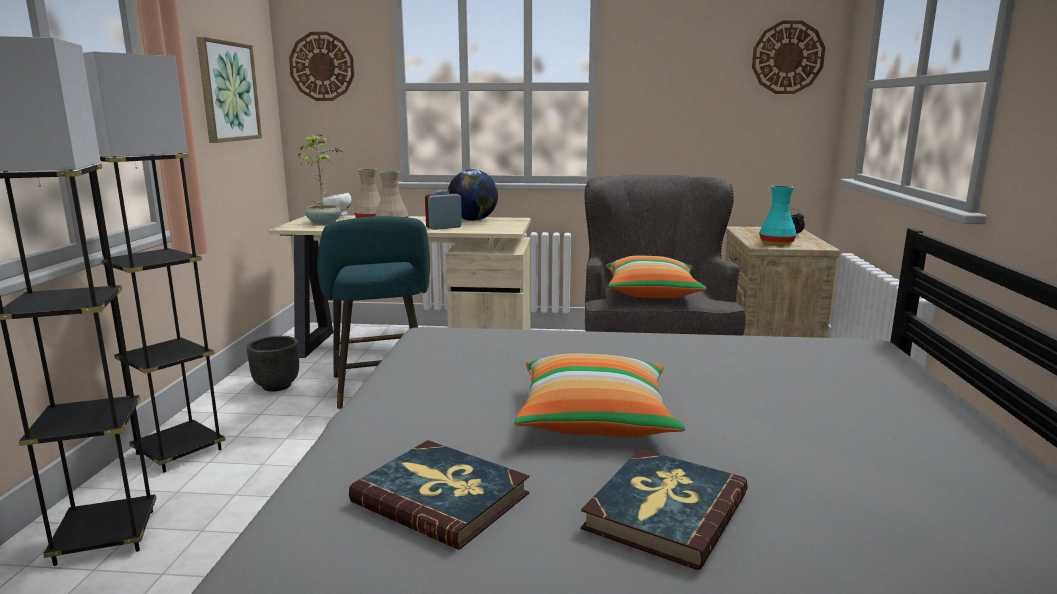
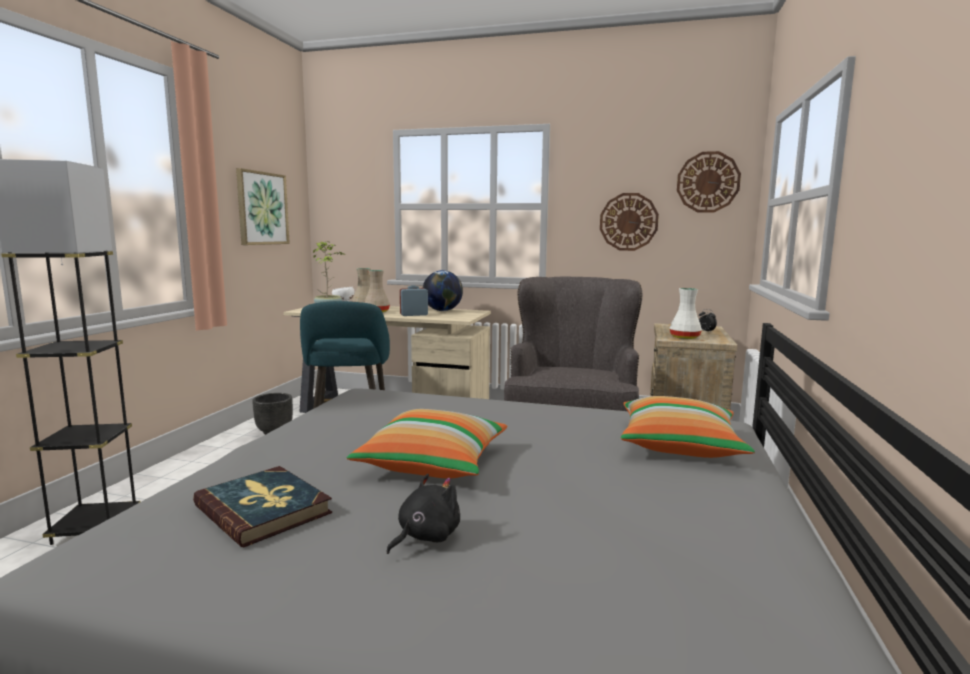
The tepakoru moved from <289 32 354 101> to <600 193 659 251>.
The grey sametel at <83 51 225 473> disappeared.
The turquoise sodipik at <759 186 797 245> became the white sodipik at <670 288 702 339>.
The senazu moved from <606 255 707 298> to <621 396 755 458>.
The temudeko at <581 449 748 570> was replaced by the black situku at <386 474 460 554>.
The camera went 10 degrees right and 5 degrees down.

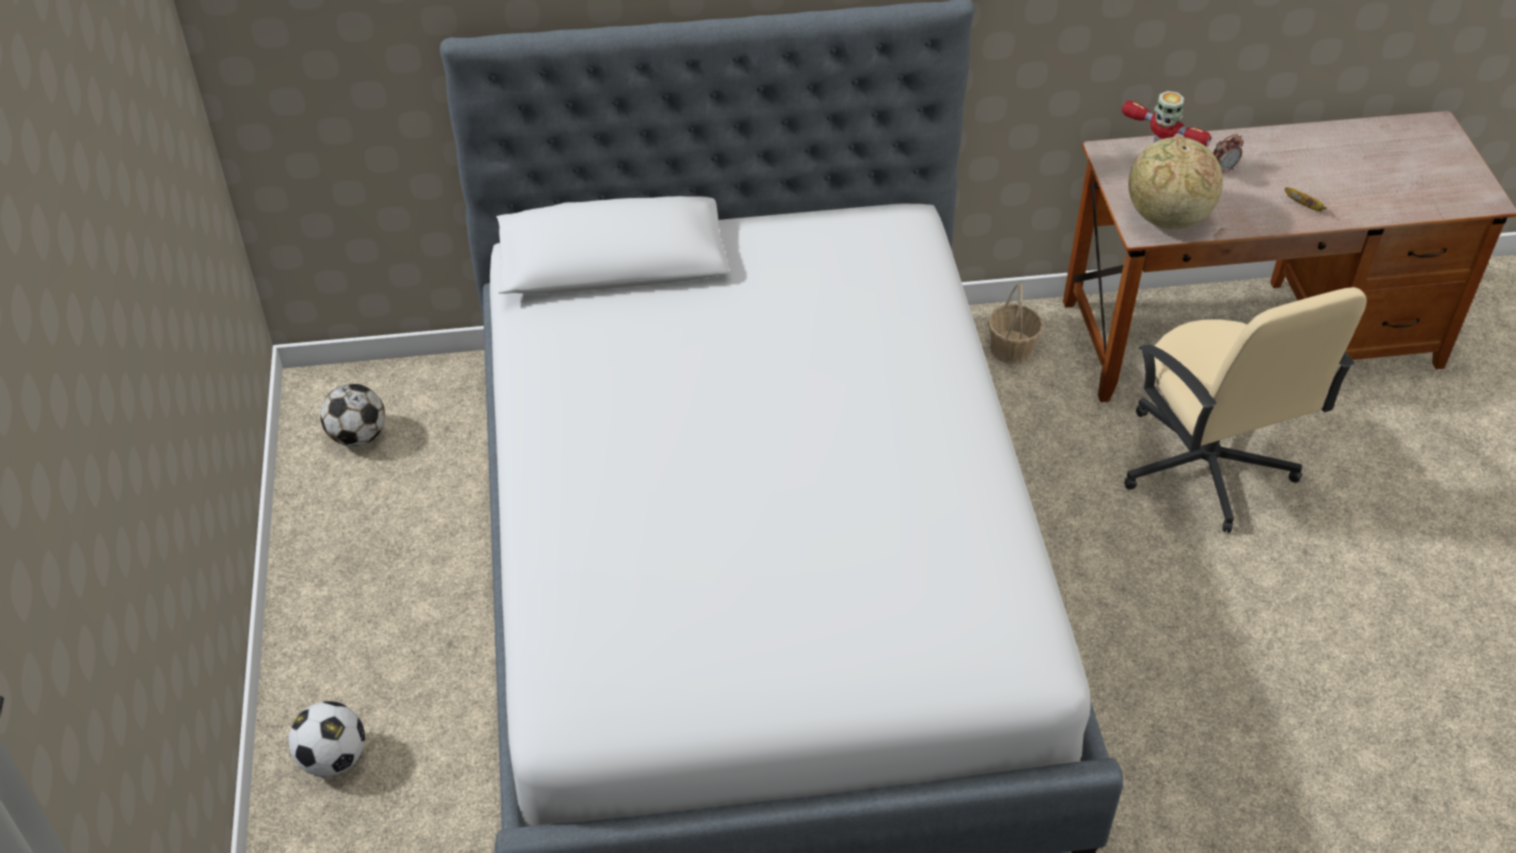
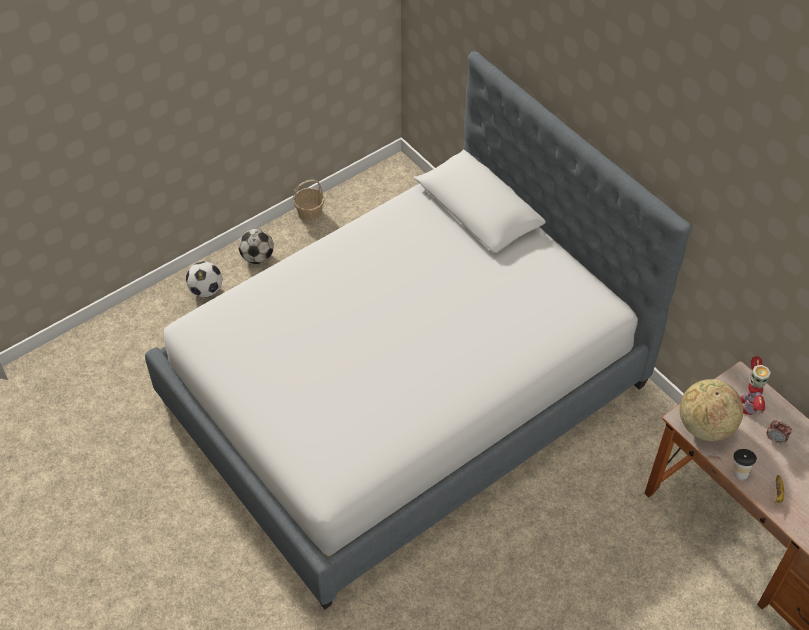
The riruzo moved from <988 283 1044 364> to <293 180 325 222>.
The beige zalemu at <1124 287 1367 533> disappeared.
The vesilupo moved from <320 384 385 447> to <239 229 274 264>.
The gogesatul at <733 449 757 480> appeared.
The camera went 60 degrees right and 5 degrees up.

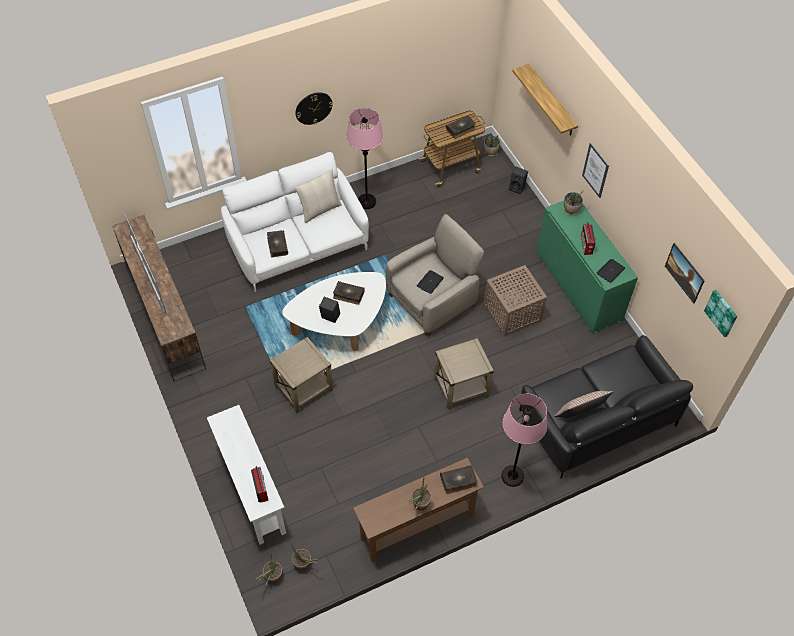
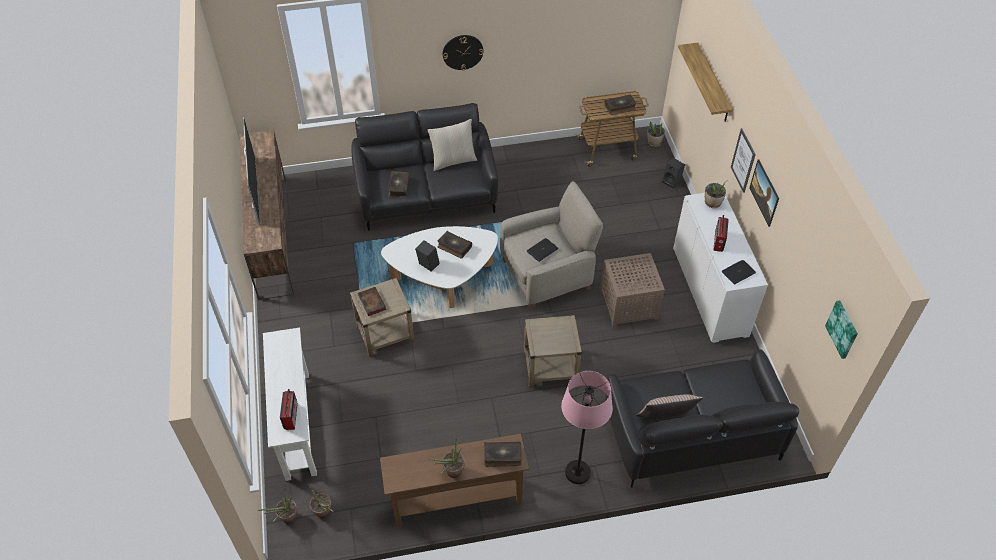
The pink sametel at <346 108 383 209> disappeared.
The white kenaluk at <221 152 369 292> became the black kenaluk at <352 103 498 231>.
The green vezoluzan at <537 201 638 333> became the white vezoluzan at <673 193 768 343>.
The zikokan moved from <665 243 704 303> to <749 159 779 227>.
The temudeko at <358 287 386 316> appeared.
The camera went 15 degrees right and 5 degrees down.

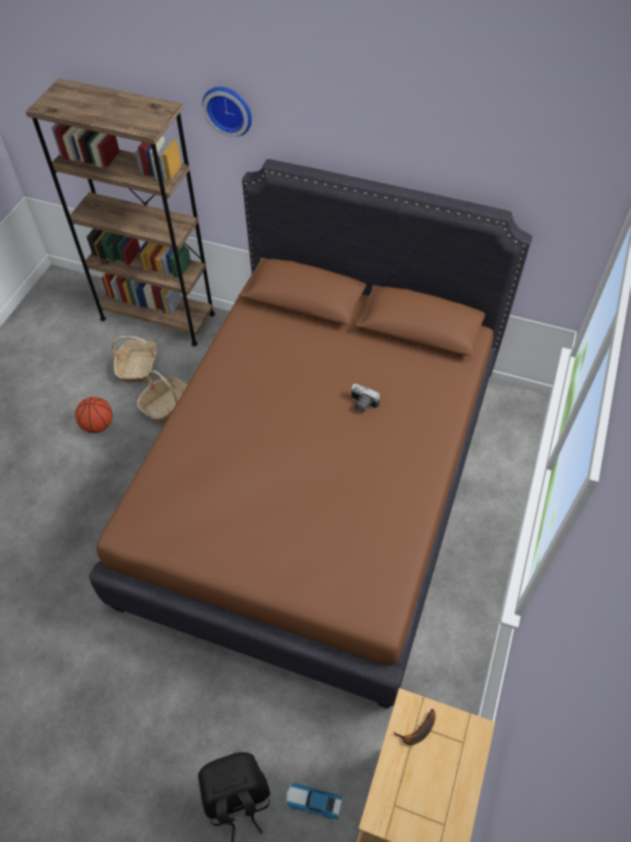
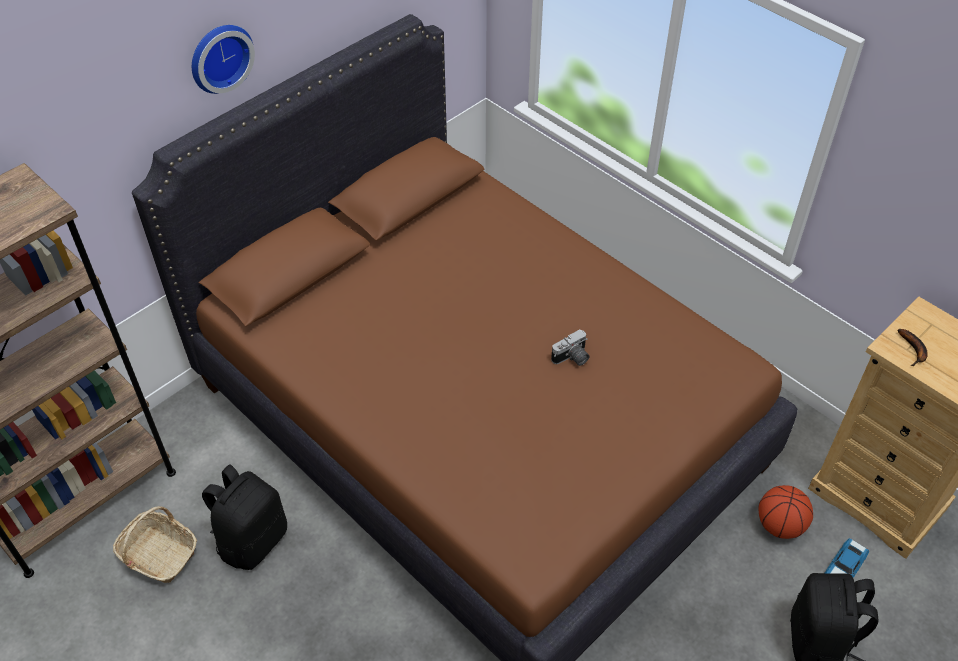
The tepakoru moved from <202 87 252 137> to <192 25 255 94>.
The riruzo at <137 370 187 424> was replaced by the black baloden at <202 464 287 570>.
The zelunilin moved from <350 384 380 413> to <551 329 589 366>.
The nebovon moved from <75 397 113 433> to <759 485 813 539>.
The camera went 65 degrees left and 5 degrees down.

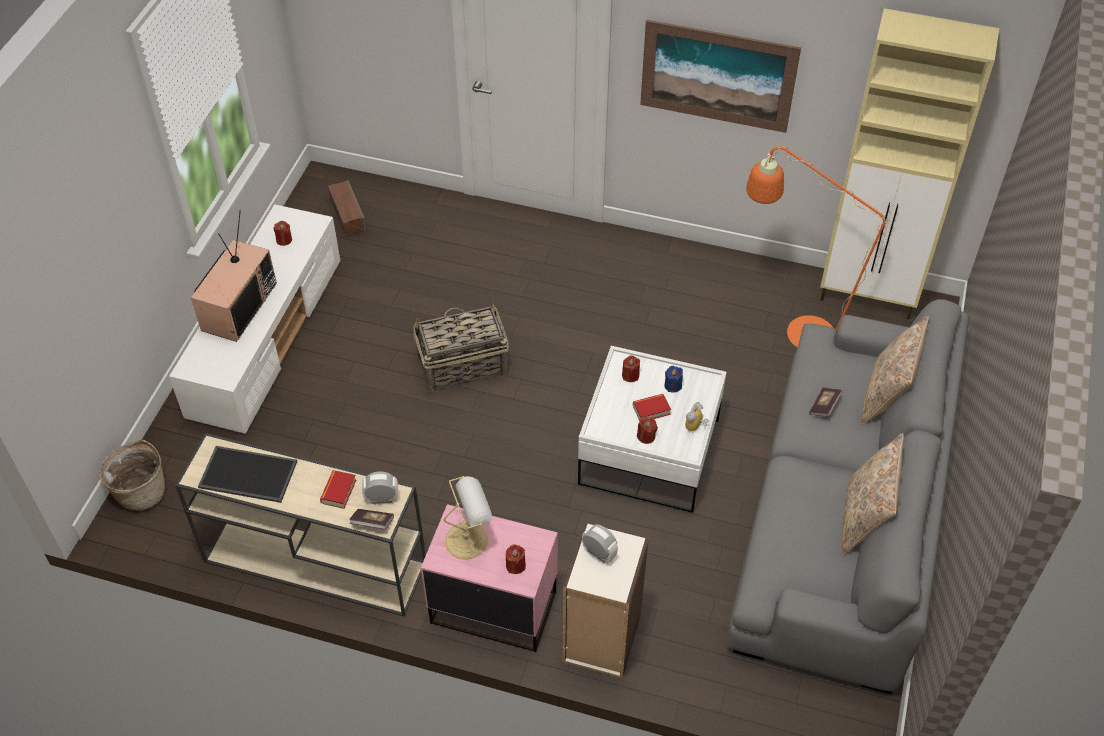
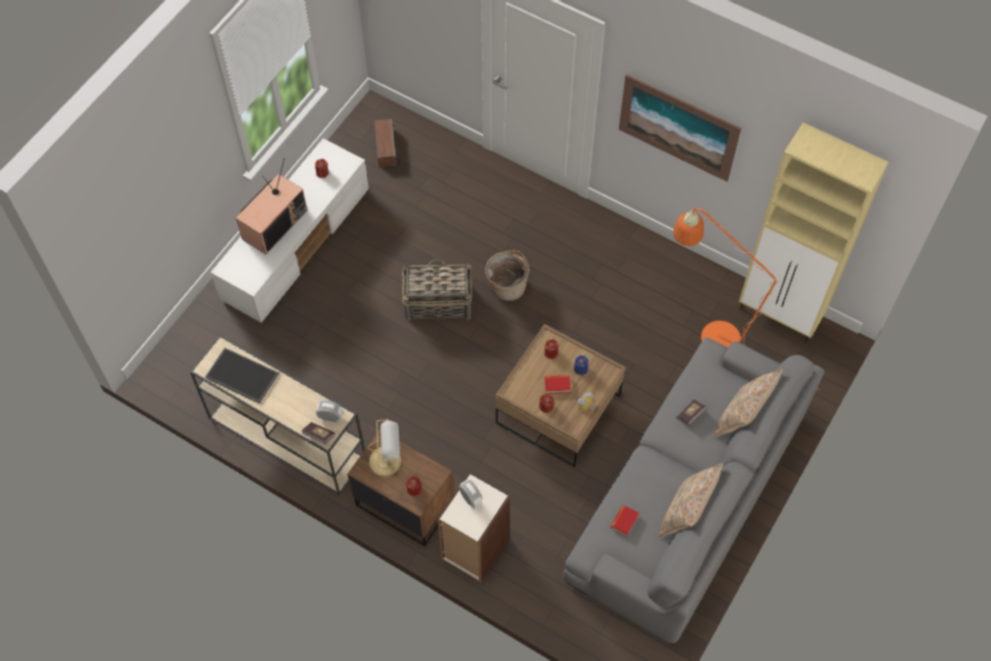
The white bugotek at <578 346 727 513> became the brown bugotek at <495 324 626 467>.
The riruzo moved from <99 440 165 511> to <485 250 529 301>.
The temudeko moved from <320 470 356 509> to <610 505 639 537>.
The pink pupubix at <421 504 558 652> became the brown pupubix at <347 430 454 546>.
The camera went 15 degrees right and 10 degrees up.

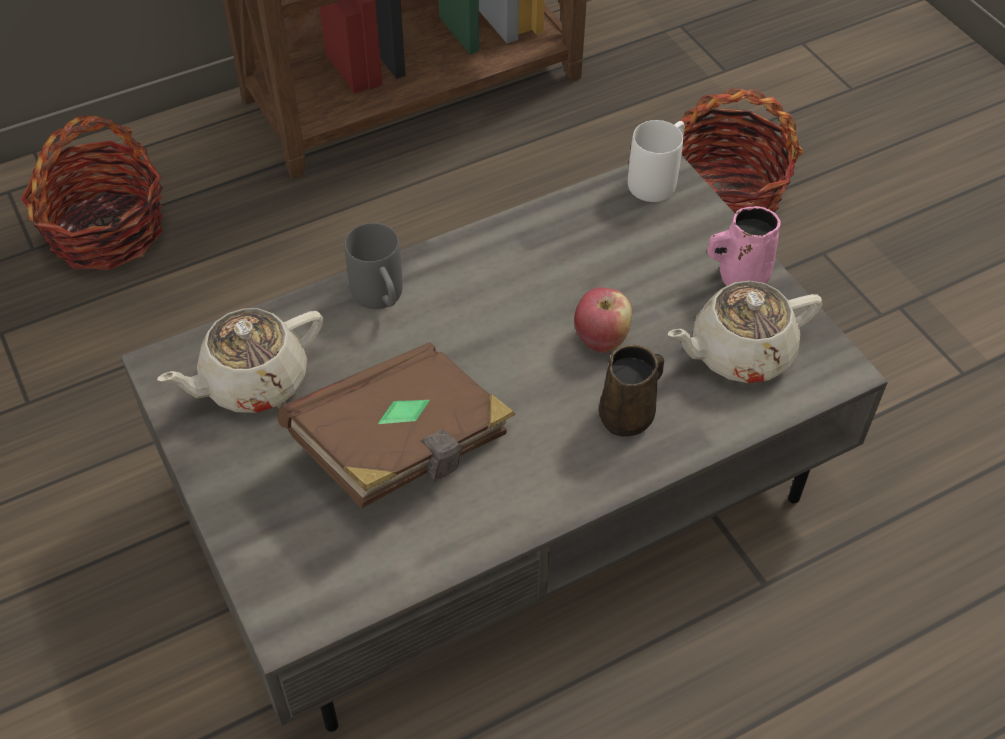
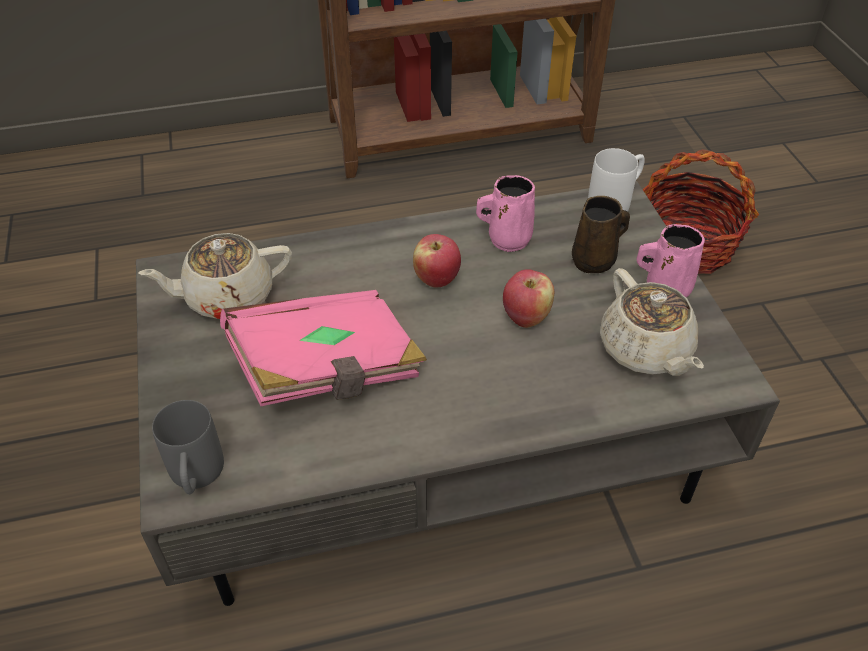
The riruzo at <21 115 163 270> disappeared.
The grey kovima moved from <345 223 403 309> to <152 400 224 494>.
The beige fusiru at <668 281 823 383> turned 105 degrees counterclockwise.
The brown temudeko at <278 342 516 508> became the pink temudeko at <220 290 427 406>.
The brown kovima moved from <599 345 664 437> to <572 196 630 273>.
The pink kovima at <476 175 535 252> appeared.
The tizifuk at <413 234 461 288> appeared.
The camera went 15 degrees right and 5 degrees down.

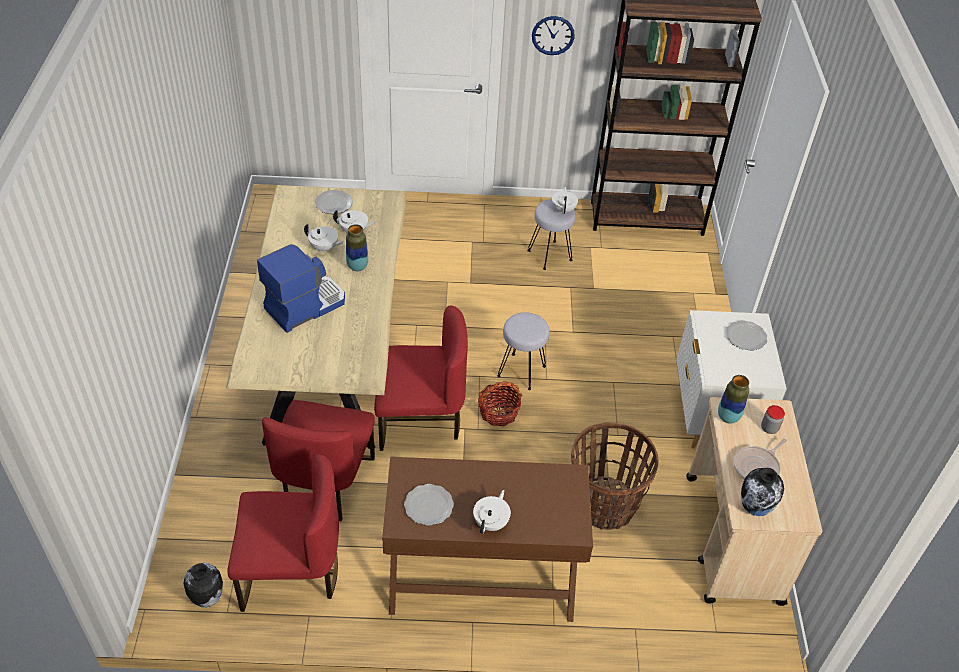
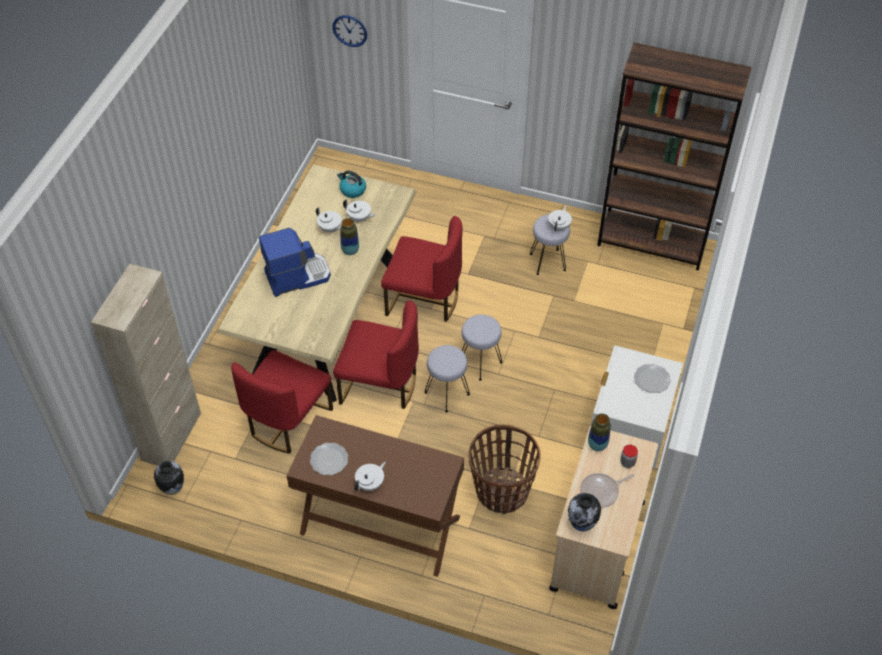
The tepakoru moved from <532 16 575 55> to <332 15 367 47>.
The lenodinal at <315 190 353 214> was replaced by the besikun at <337 170 366 198>.
The riruzo at <478 381 522 426> was replaced by the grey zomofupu at <424 345 470 412>.
The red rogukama moved from <227 454 339 612> to <381 216 463 322>.
The beige vezoluzan at <91 264 201 466> appeared.
The camera went 20 degrees right and 5 degrees up.

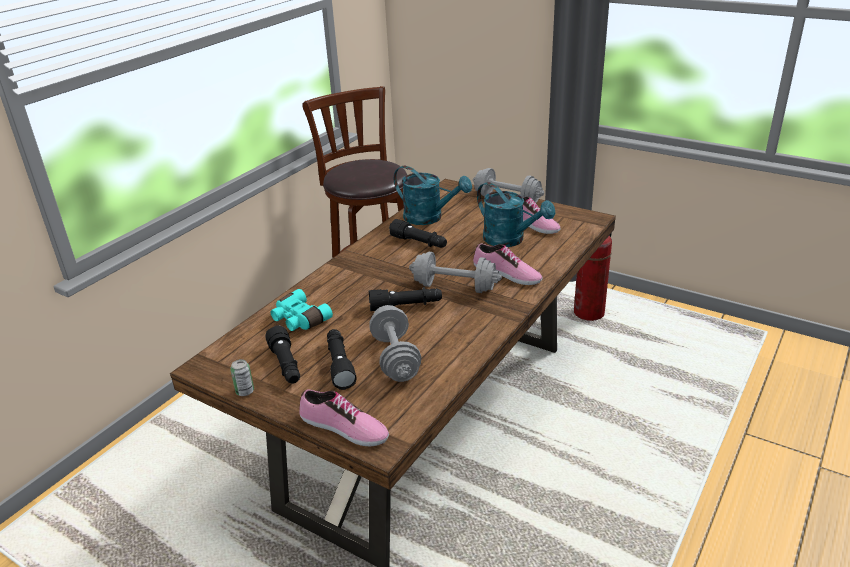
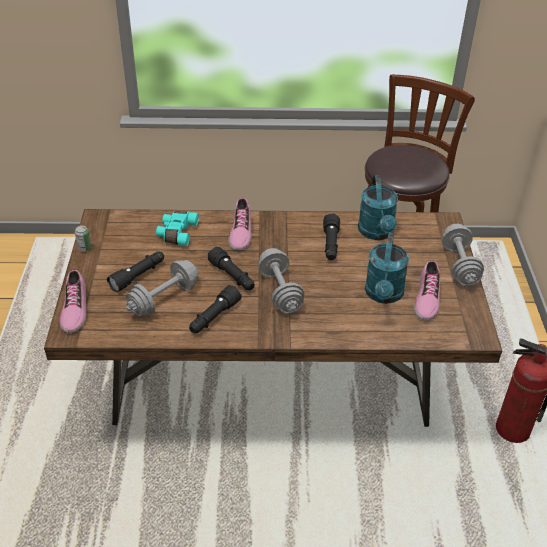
The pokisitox moved from <473 243 543 285> to <229 198 251 250>.
The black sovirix moved from <265 325 300 383> to <189 285 242 333>.
The camera went 55 degrees right and 10 degrees up.

